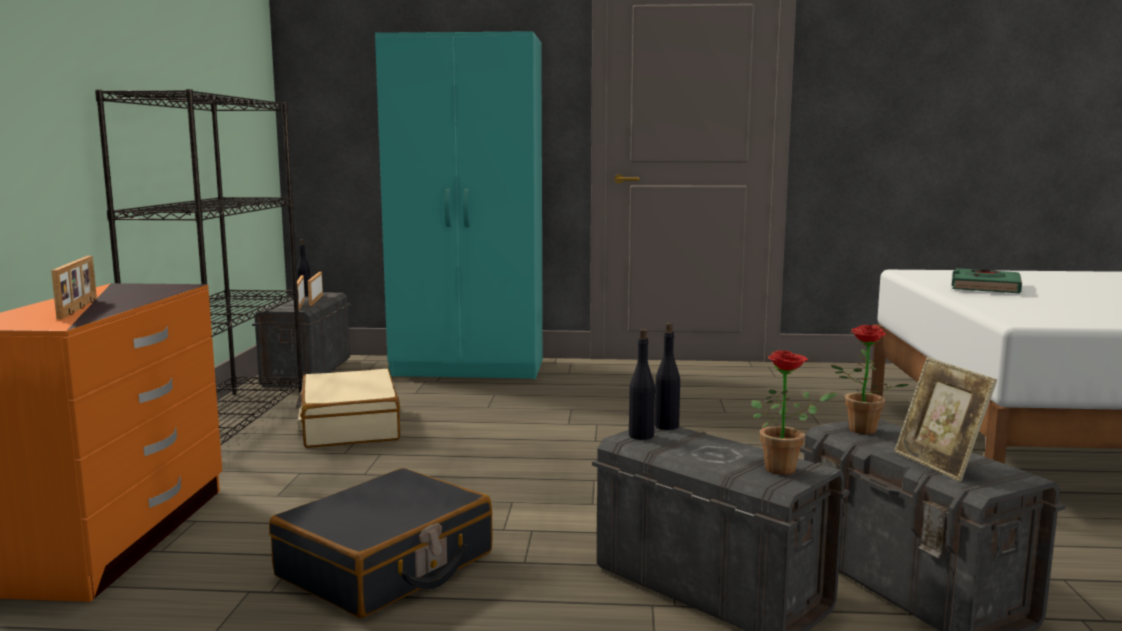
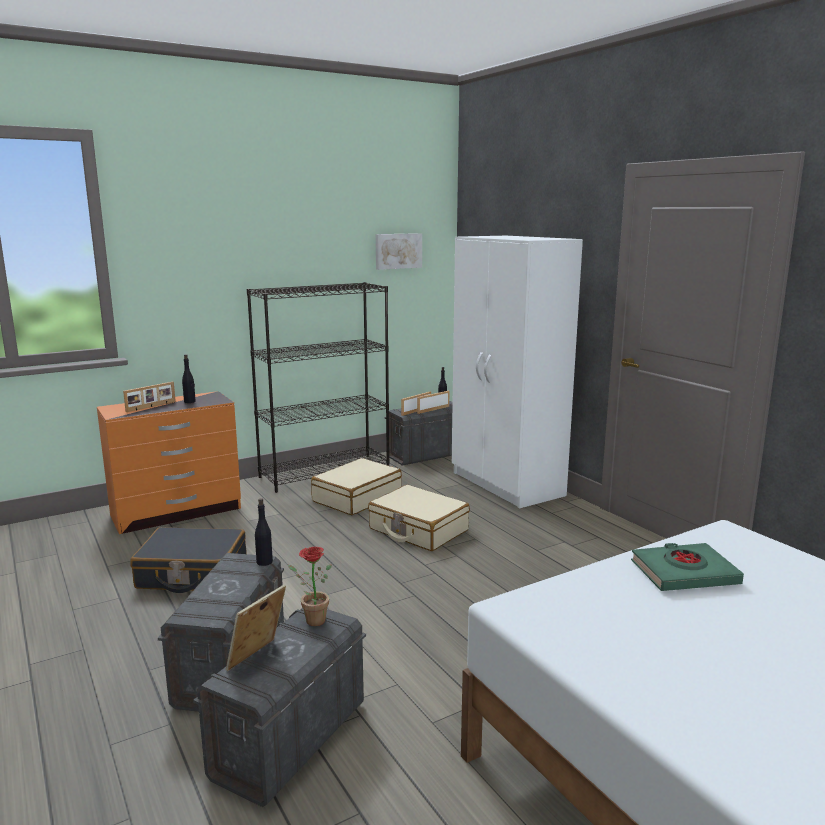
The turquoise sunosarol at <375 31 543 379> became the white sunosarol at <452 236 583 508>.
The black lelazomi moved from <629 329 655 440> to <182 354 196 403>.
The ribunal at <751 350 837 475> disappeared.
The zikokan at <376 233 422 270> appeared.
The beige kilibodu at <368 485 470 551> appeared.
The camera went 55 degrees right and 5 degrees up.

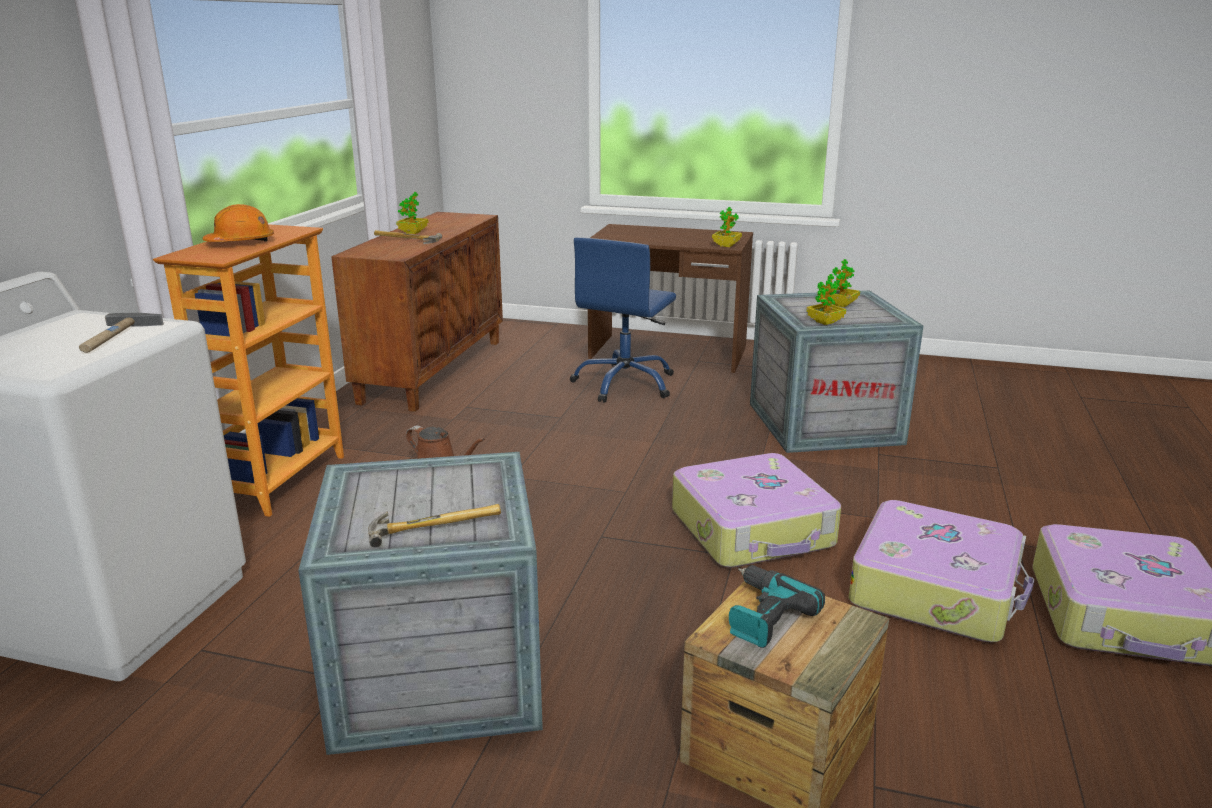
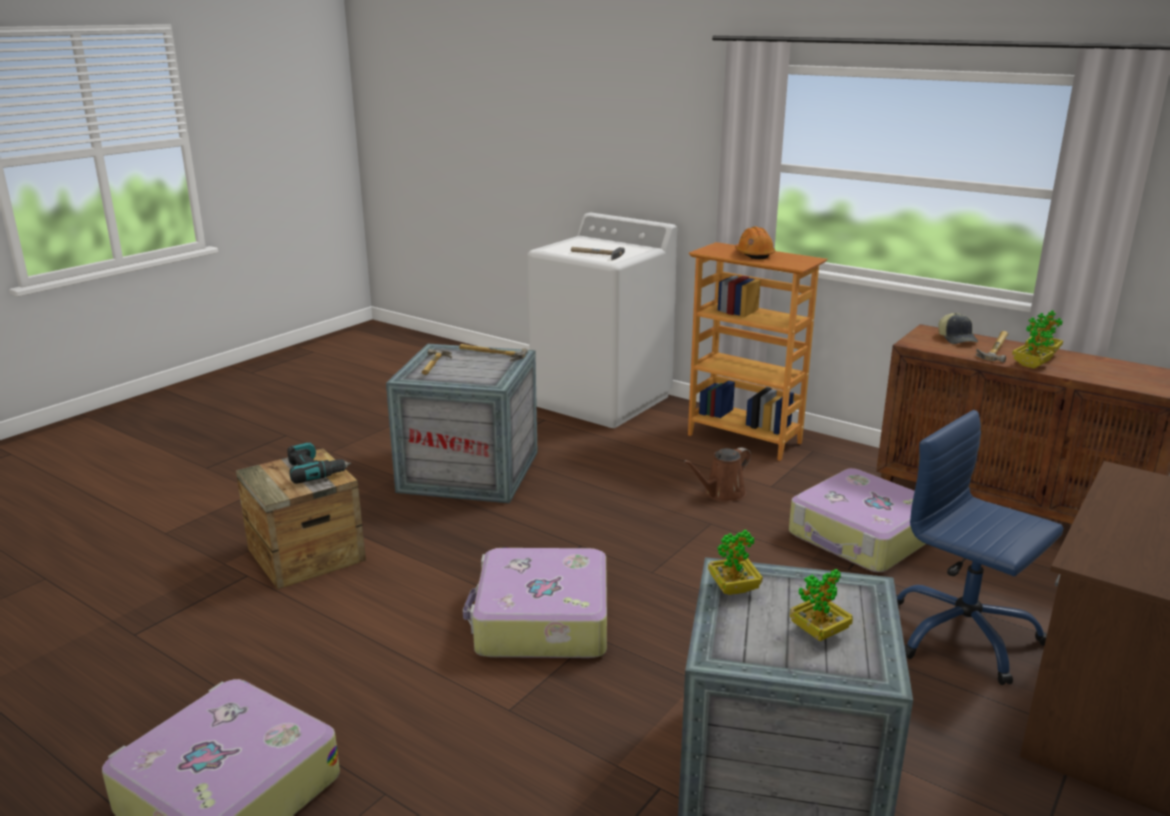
The ribunal moved from <712 207 742 247> to <1012 317 1054 369>.
The kilibodu moved from <849 500 1034 642> to <789 468 925 572>.
The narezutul at <939 313 978 344> appeared.
The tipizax at <459 344 528 361> appeared.
The camera went 110 degrees right and 0 degrees up.

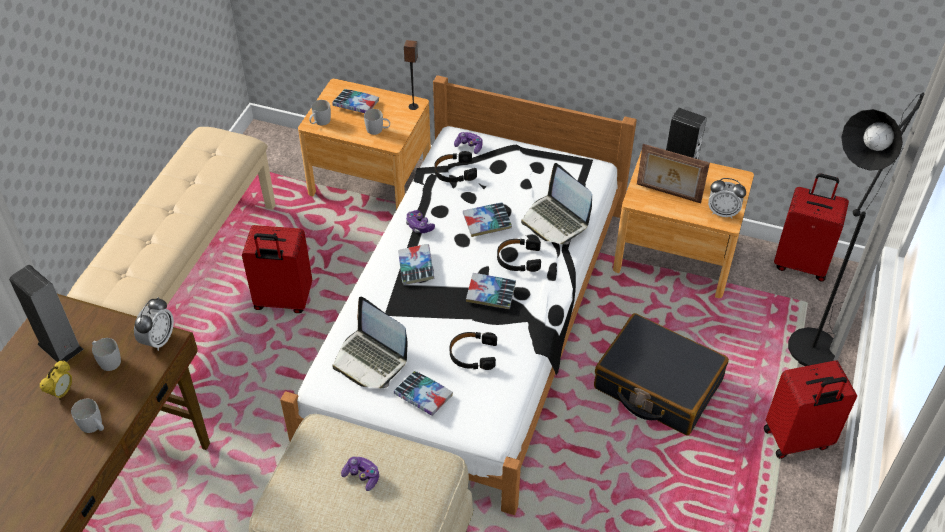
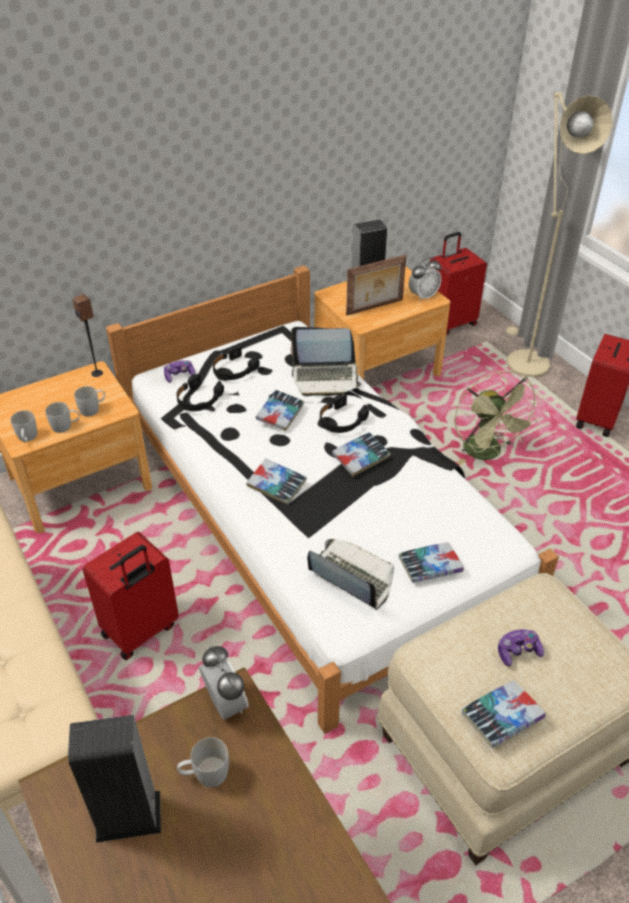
The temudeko moved from <332 89 379 113> to <462 680 546 748>.
The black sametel at <788 92 925 366> became the beige sametel at <500 92 613 378>.
The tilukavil at <406 210 435 233> disappeared.
The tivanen at <333 297 408 388> turned 135 degrees counterclockwise.
The black kilibodu at <594 313 729 435> was replaced by the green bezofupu at <455 371 542 465>.
The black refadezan moved from <450 332 497 370> to <212 345 260 380>.
The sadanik at <40 360 72 400> disappeared.
The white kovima moved from <71 399 104 433> to <45 402 80 433>.
The camera went 50 degrees left and 5 degrees down.

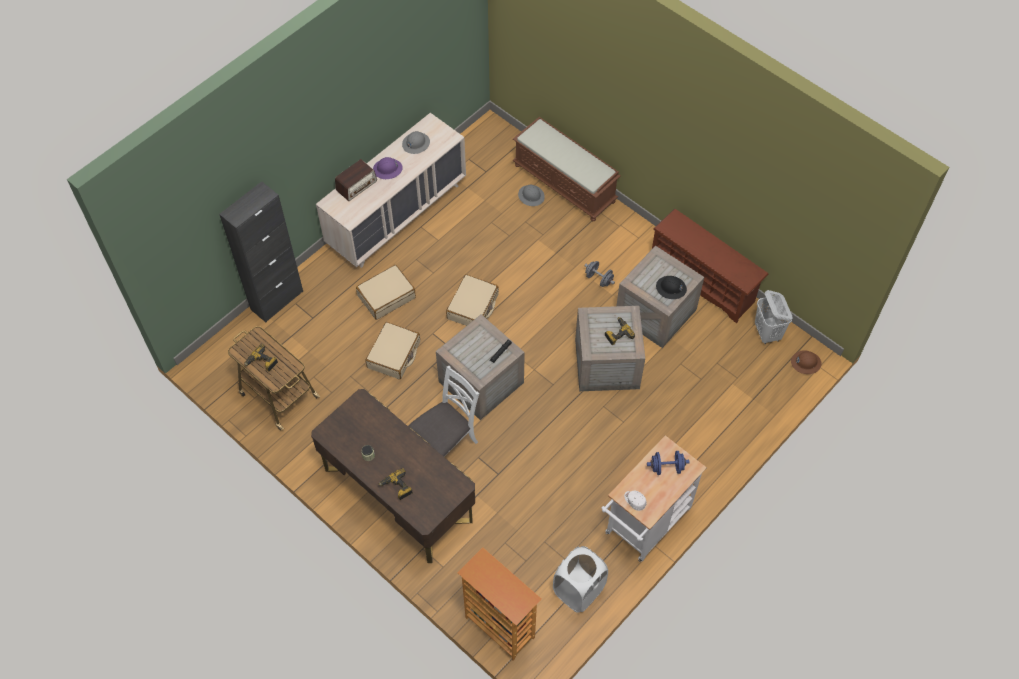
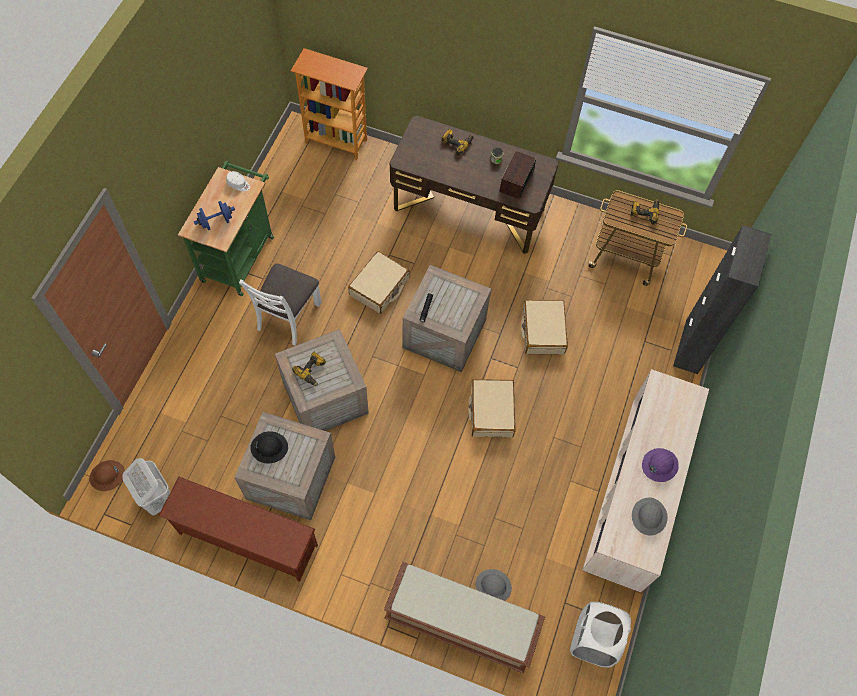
The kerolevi moved from <335 159 377 201> to <499 151 536 199>.
The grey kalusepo at <584 261 615 287> disappeared.
The beige kilibodu moved from <356 265 416 320> to <348 251 410 314>.
The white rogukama moved from <408 366 479 457> to <239 264 321 346>.
The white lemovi at <601 435 707 562> became the green lemovi at <178 161 274 296>.
The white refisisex moved from <553 546 608 613> to <570 602 631 667>.
The camera went 155 degrees right and 5 degrees up.

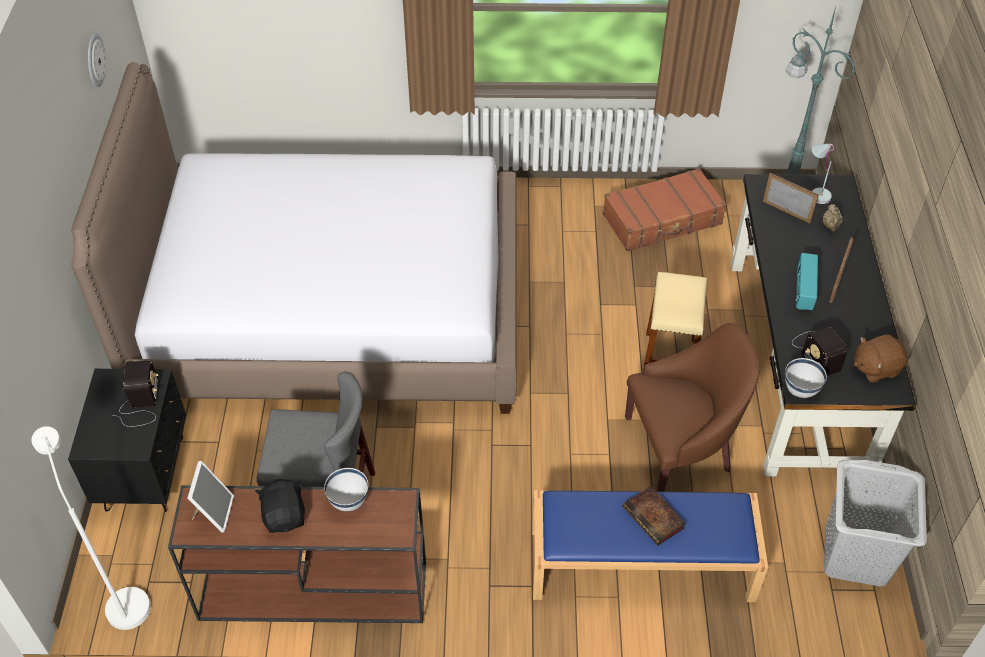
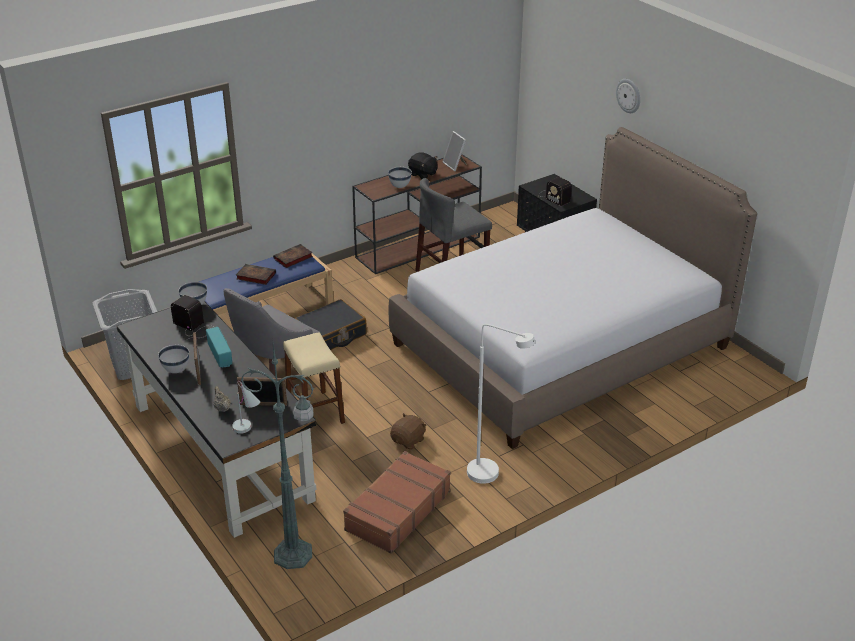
The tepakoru moved from <88 33 106 87> to <616 79 640 113>.
The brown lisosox at <625 323 760 492> became the grey lisosox at <224 288 321 375>.
The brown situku moved from <854 334 908 383> to <390 413 427 450>.
The white sametel moved from <31 426 151 630> to <467 324 535 484>.
The temudeko at <273 244 313 268> appeared.
The black kilibodu at <294 299 367 350> appeared.
The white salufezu at <158 345 189 373> appeared.
The camera went 145 degrees right and 15 degrees down.

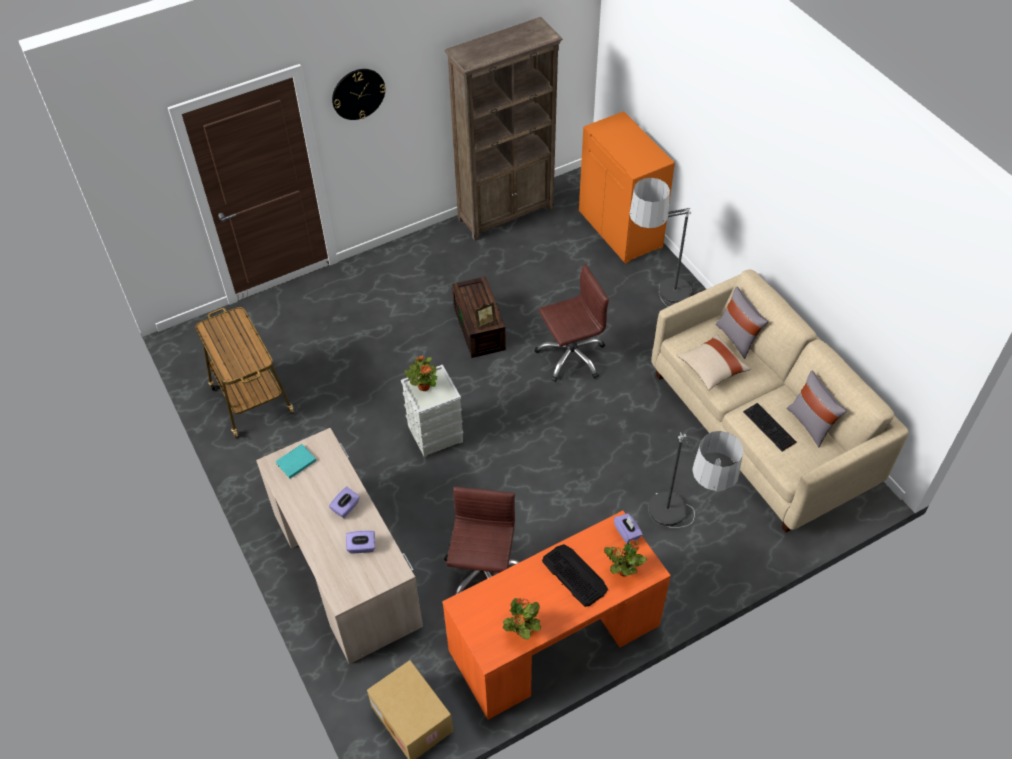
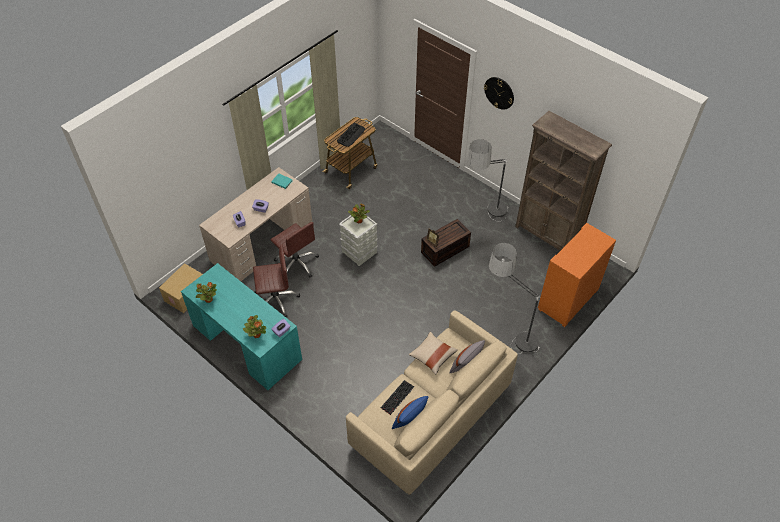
The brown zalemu moved from <534 264 609 382> to <271 222 319 277>.
The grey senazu at <787 371 847 447> became the blue senazu at <392 396 428 429>.
The sametel moved from <648 431 743 528> to <467 139 508 221>.
The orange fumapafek at <442 511 671 720> became the turquoise fumapafek at <181 263 302 390>.
The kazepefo moved from <542 544 608 607> to <337 123 365 147>.
The camera went 70 degrees right and 0 degrees up.

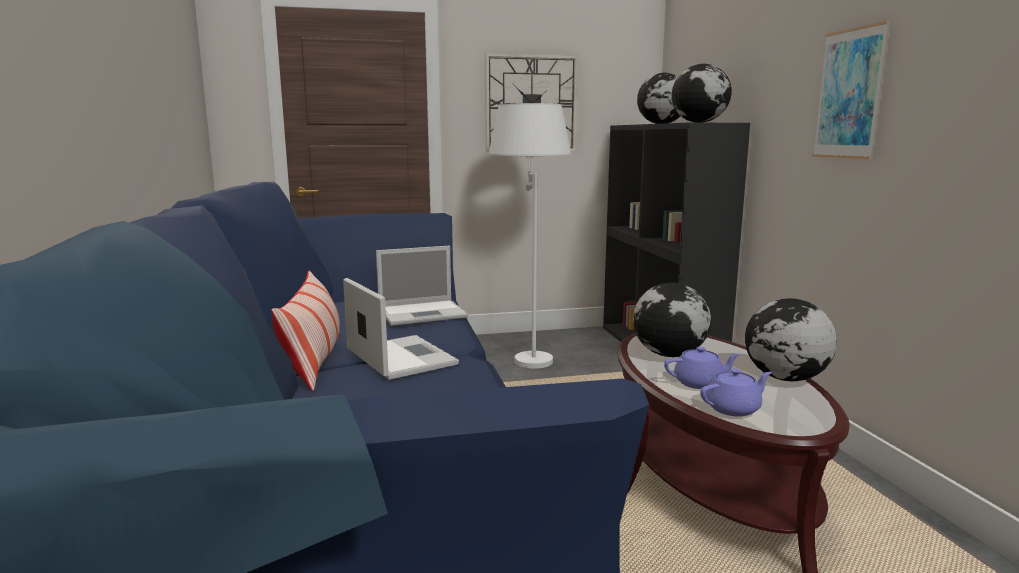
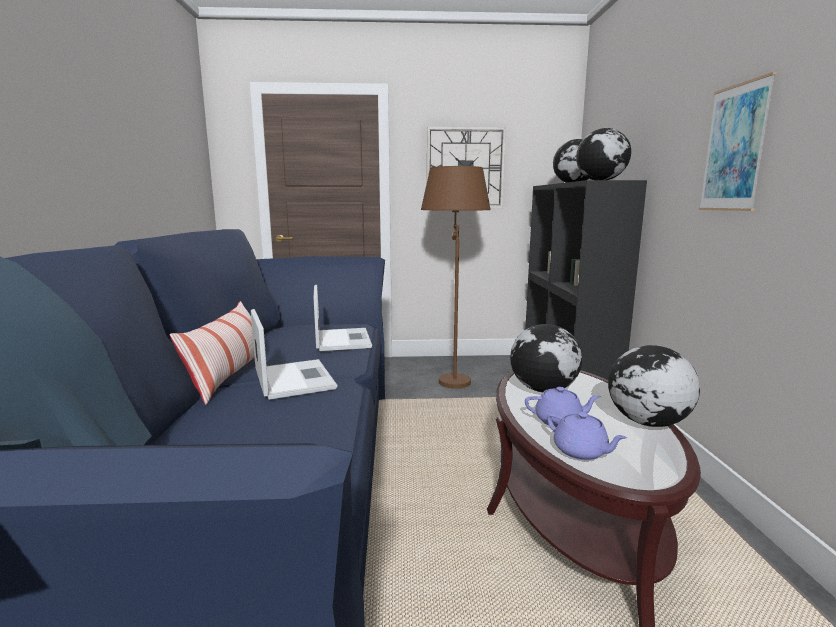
The white sametel at <489 103 571 369> became the brown sametel at <421 166 490 389>.
The tivanen at <376 246 468 326> turned 90 degrees counterclockwise.
The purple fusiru at <700 369 772 417> turned 60 degrees clockwise.
The camera went 10 degrees right and 0 degrees up.

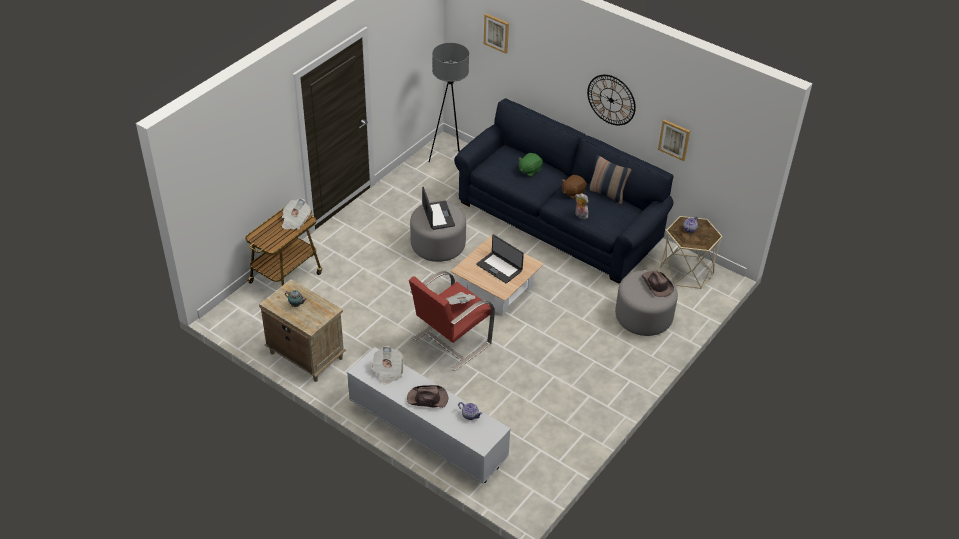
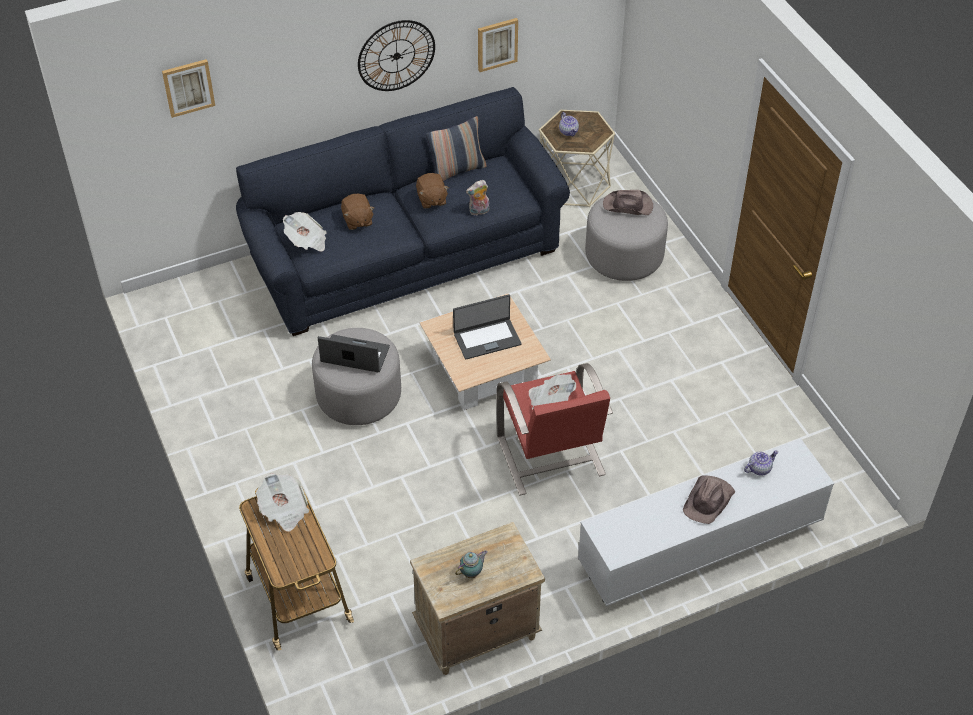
The grey sametel at <429 43 469 162> disappeared.
The green situku at <519 153 543 177> became the brown situku at <341 194 374 230>.
The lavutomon moved from <372 346 404 385> to <283 212 327 251>.
The camera went 60 degrees left and 5 degrees up.

